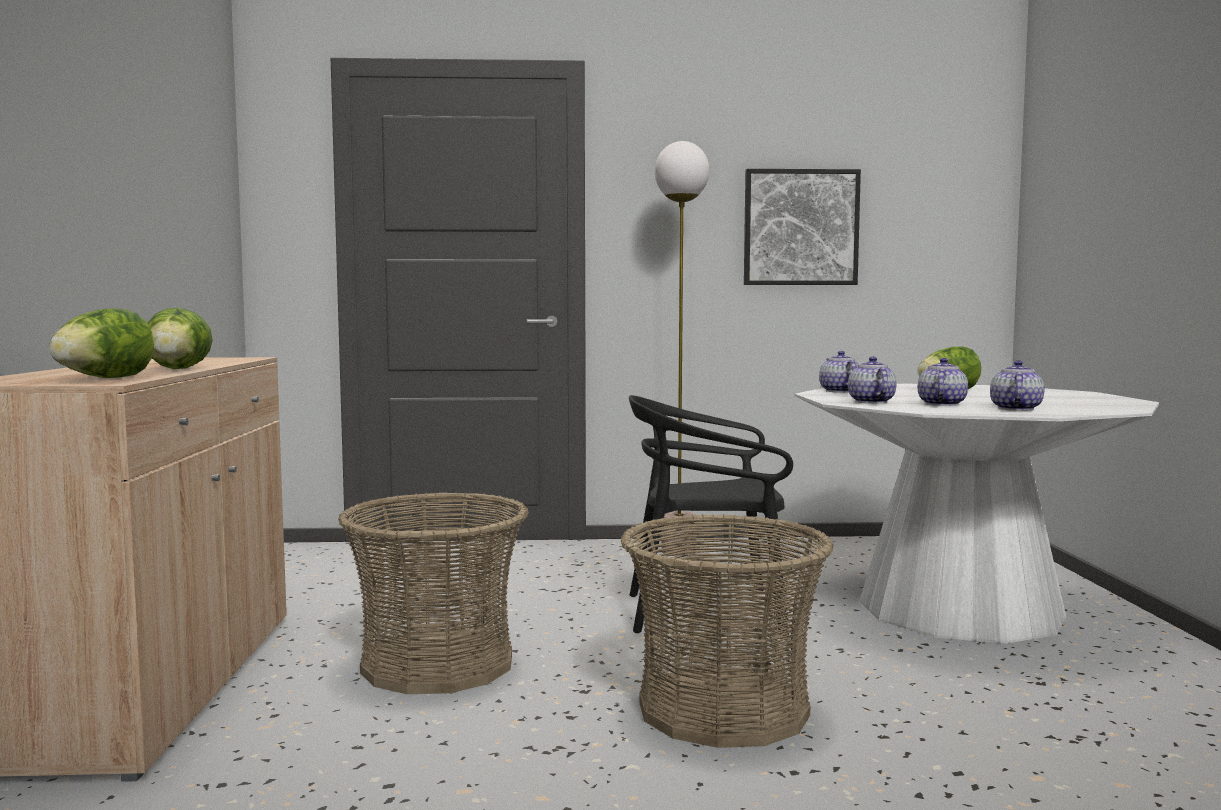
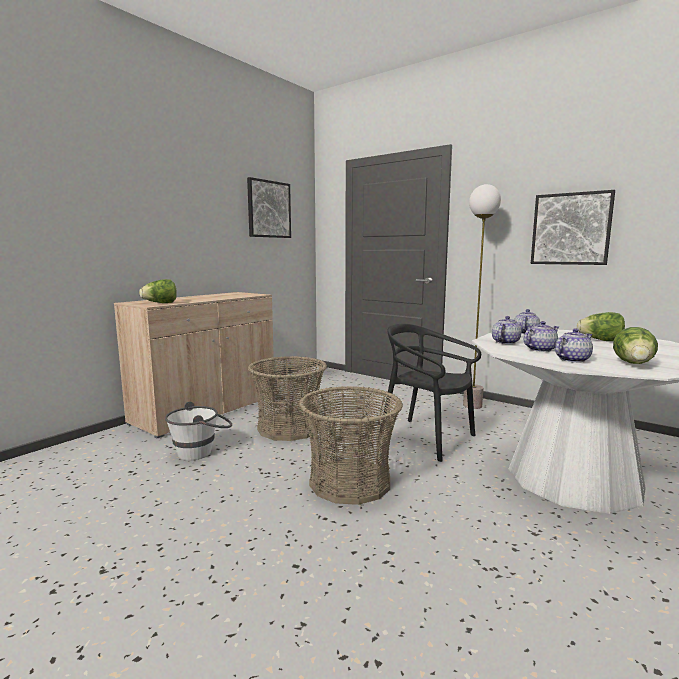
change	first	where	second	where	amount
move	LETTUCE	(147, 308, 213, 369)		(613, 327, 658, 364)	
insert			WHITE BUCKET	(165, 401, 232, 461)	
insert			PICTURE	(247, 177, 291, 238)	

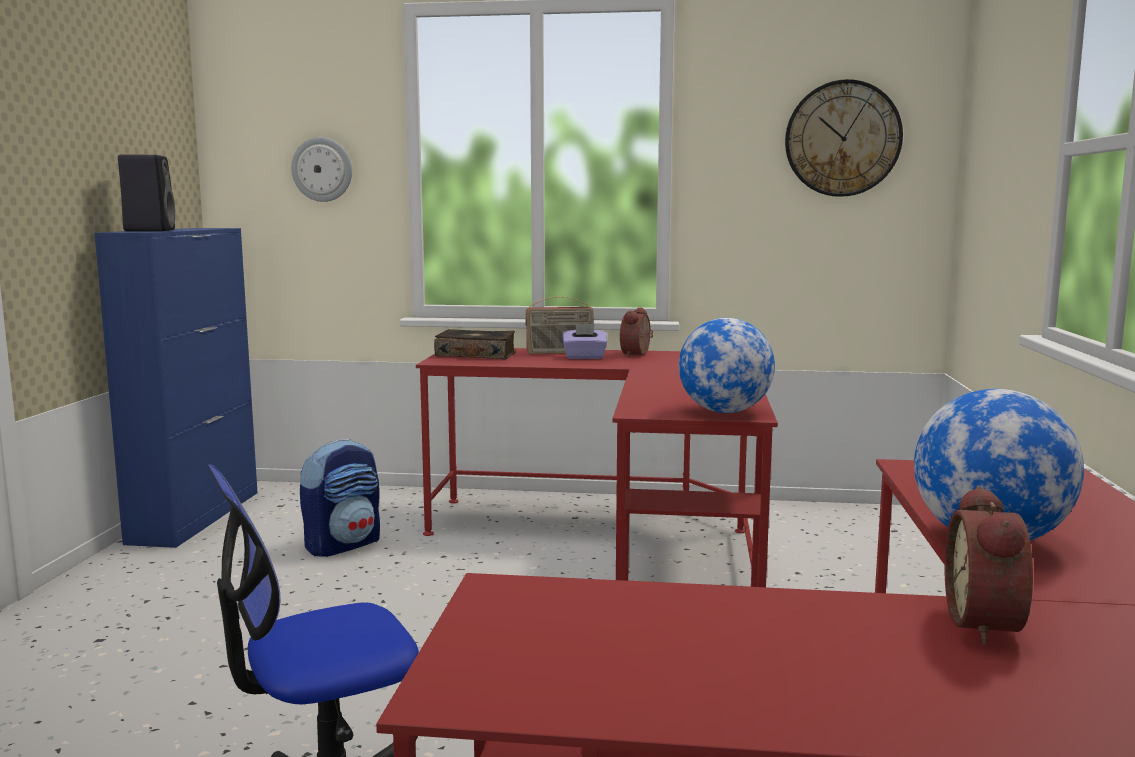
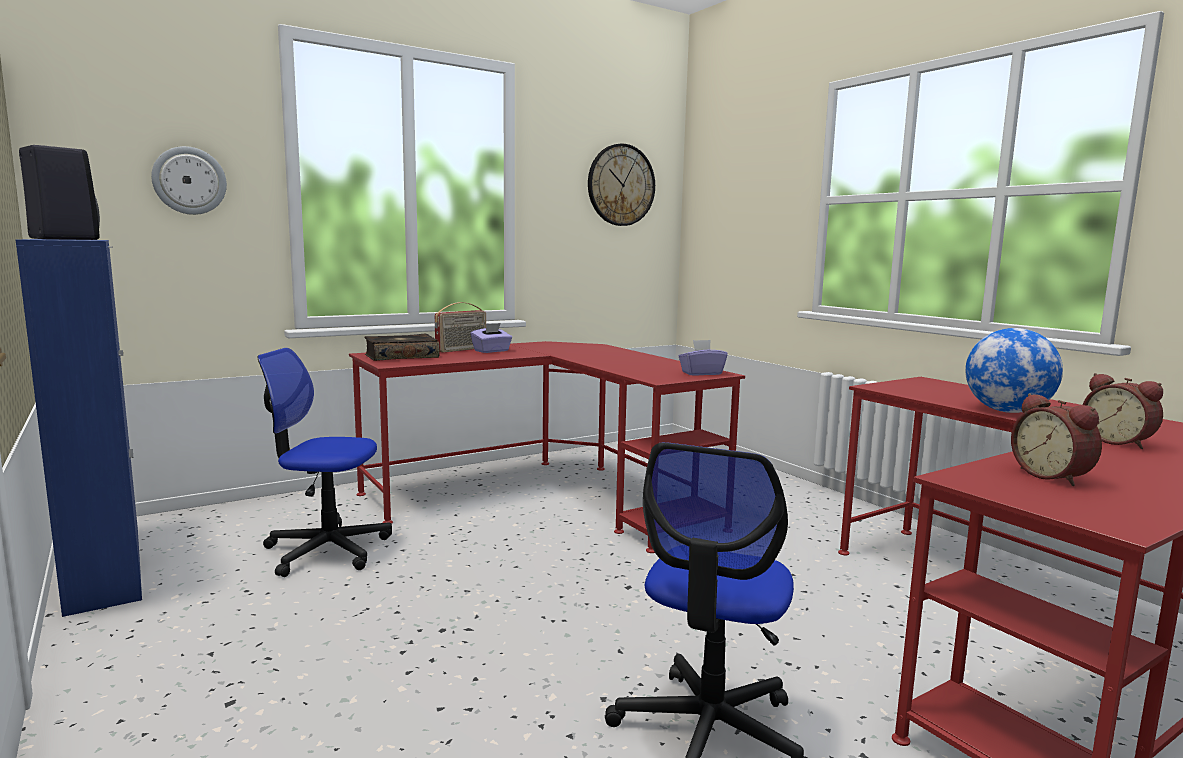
change	first	where	second	where	amount
replace	BACKPACK	(300, 439, 380, 557)	OFFICE CHAIR	(257, 348, 392, 577)	
move	ALARM CLOCK	(620, 307, 653, 357)		(1011, 393, 1102, 486)	
replace	GLOBE	(679, 318, 775, 413)	PURPLE TISSUE BOX	(679, 340, 728, 376)	

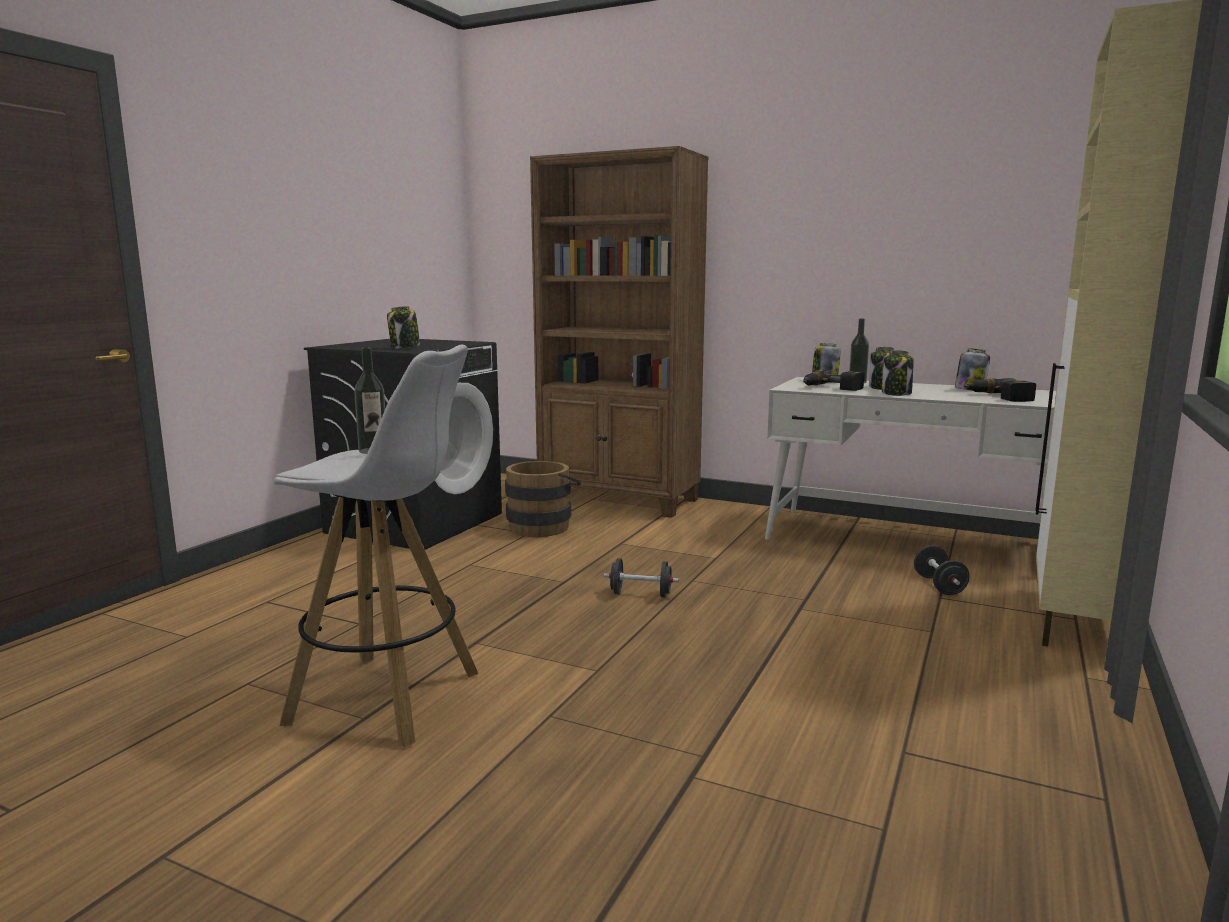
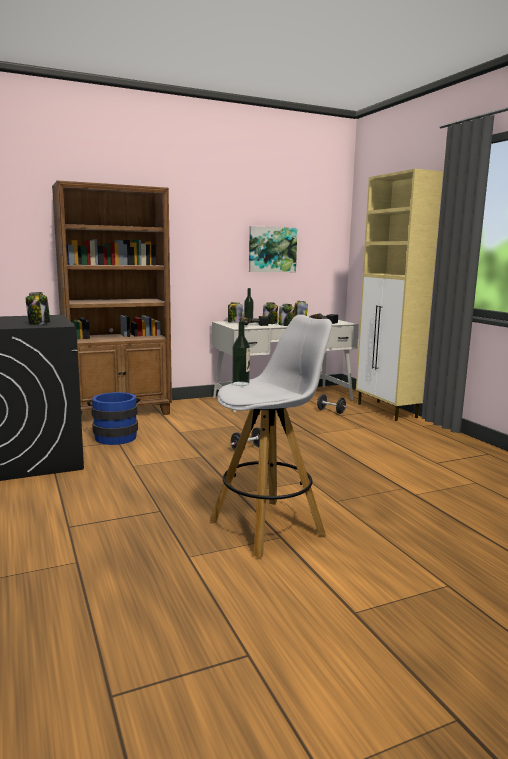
change	first	where	second	where	amount
recolor	BROWN BUCKET	(505, 461, 581, 537)	BLUE BUCKET	(87, 392, 141, 445)	
insert			PICTURE	(249, 226, 297, 272)	

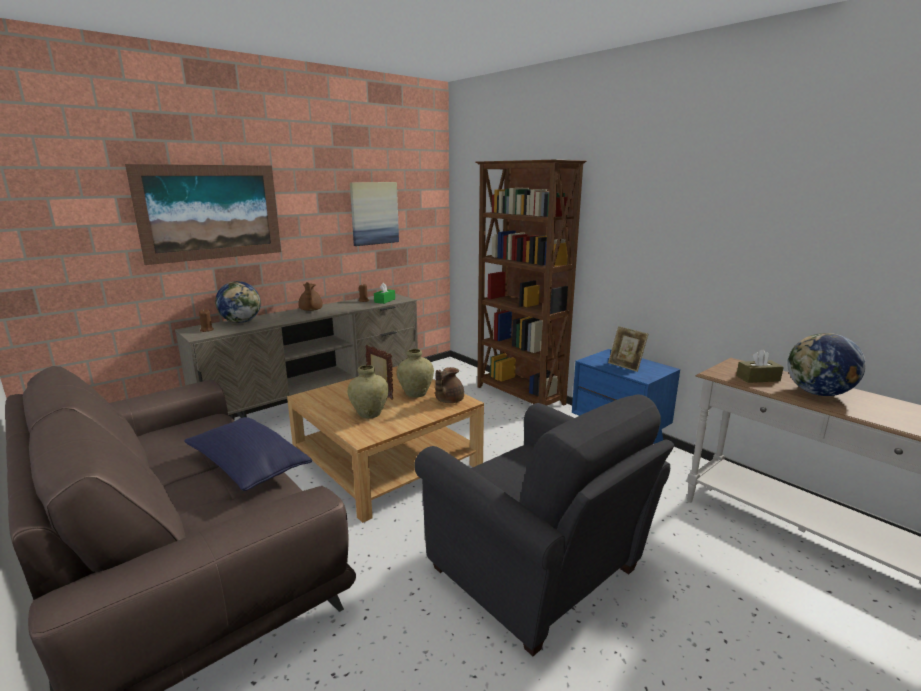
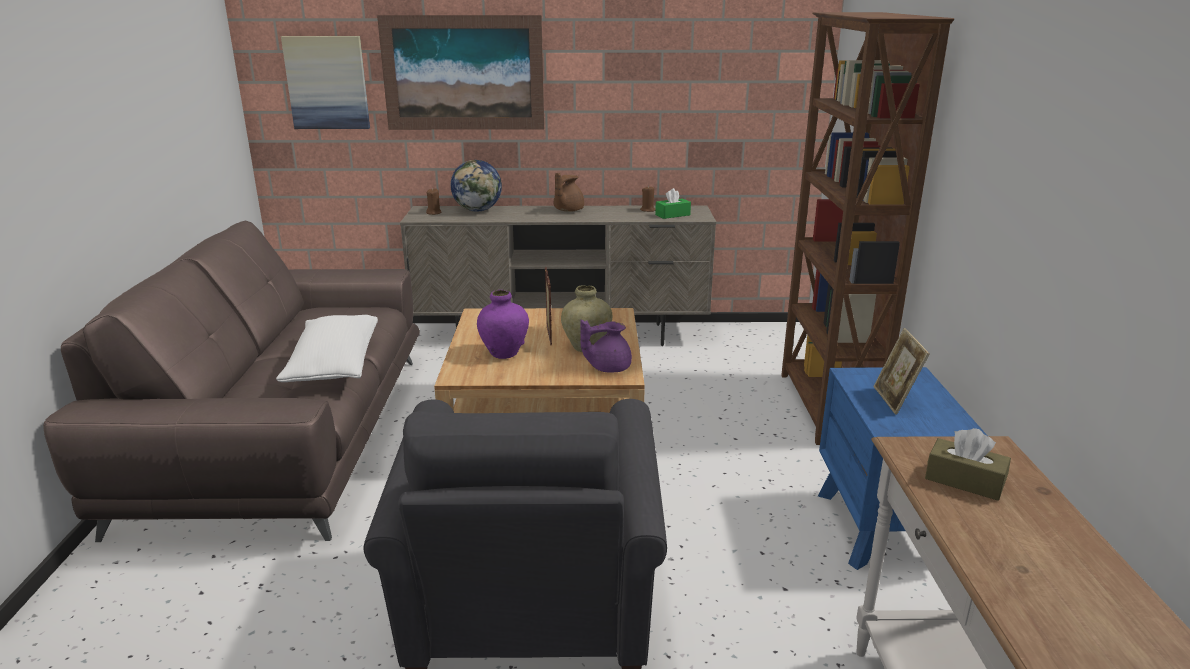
change	first	where	second	where	amount
recolor	BLUE PILLOW	(184, 417, 312, 491)	WHITE PILLOW	(276, 315, 378, 382)	
recolor	BEIGE VASE	(348, 365, 389, 418)	PURPLE VASE	(477, 290, 529, 359)	
move	PICTURE	(350, 182, 399, 246)		(281, 36, 370, 129)	
recolor	BROWN TEAPOT	(435, 367, 464, 403)	PURPLE TEAPOT	(580, 320, 632, 373)	
delete	GLOBE	(787, 333, 866, 396)			

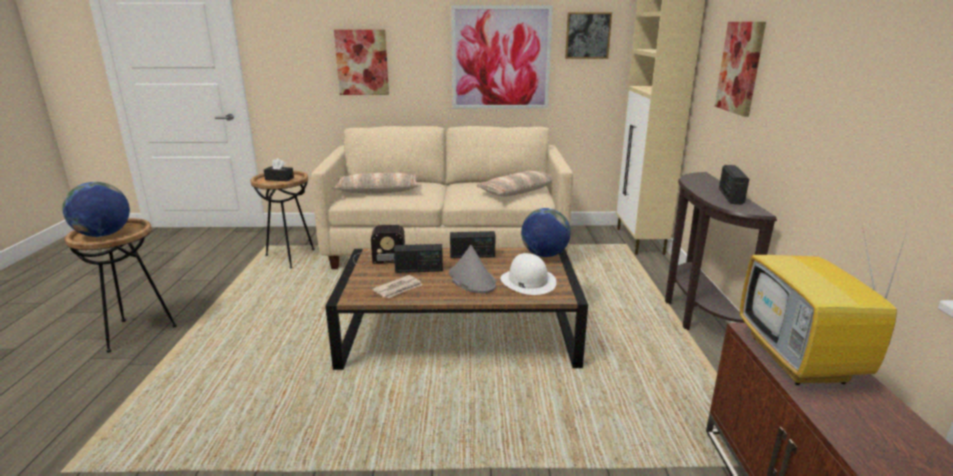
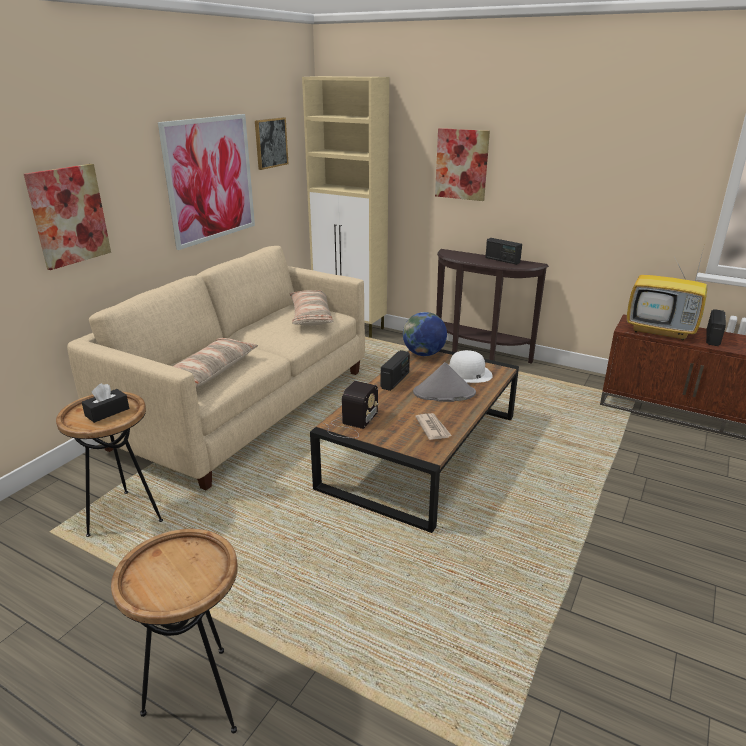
change	first	where	second	where	amount
delete	GLOBE	(62, 182, 130, 237)			
move	RADIO	(394, 244, 443, 273)		(706, 309, 726, 346)	

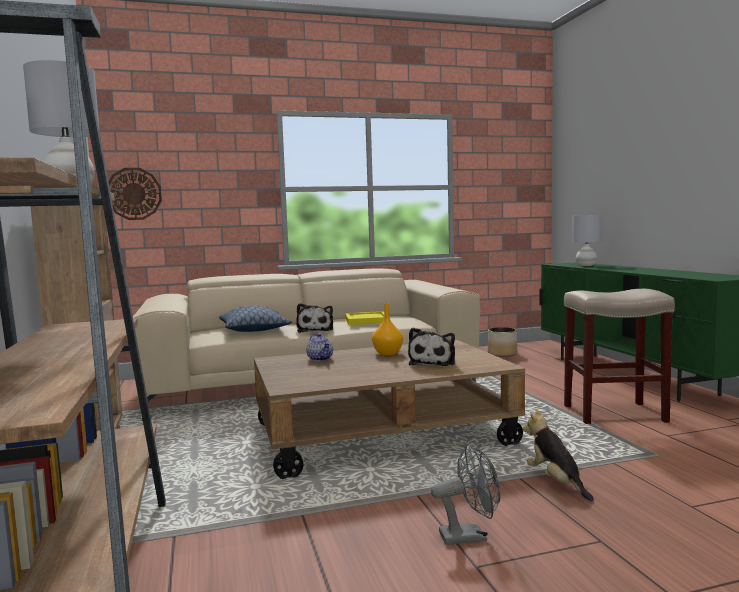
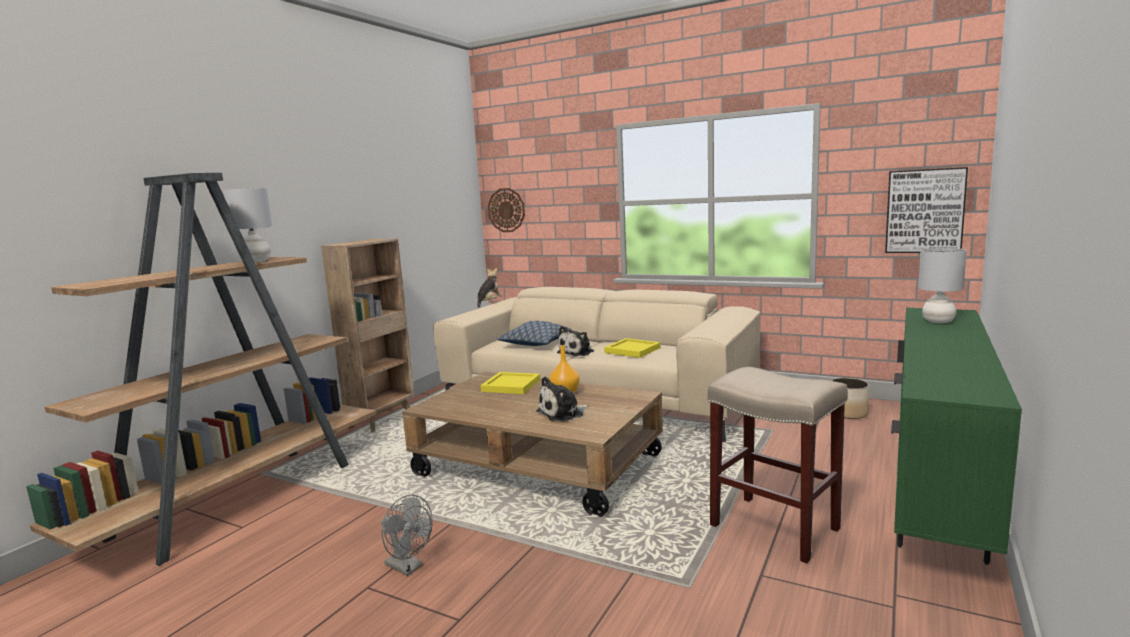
change	first	where	second	where	amount
replace	TEAPOT	(306, 333, 333, 361)	YELLOW TRAY	(480, 372, 540, 394)	
move	PLUSH TOY	(522, 409, 594, 501)		(477, 268, 503, 308)	
insert			PICTURE	(885, 167, 968, 253)	

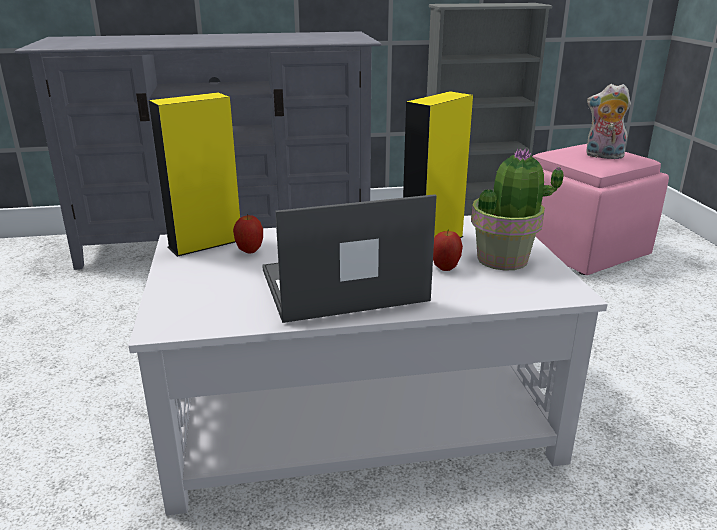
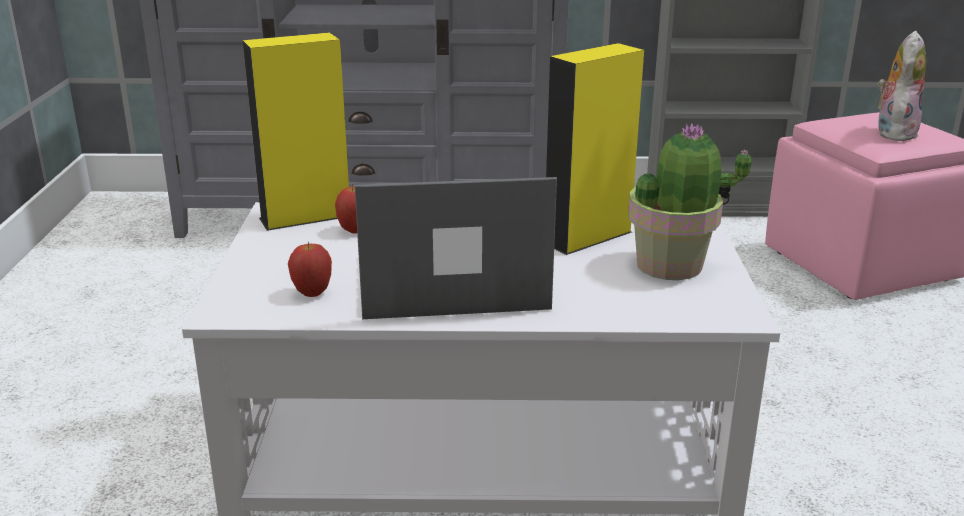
change	first	where	second	where	amount
move	APPLE	(433, 231, 463, 271)		(288, 241, 332, 297)	
rotate	PLUSH TOY	(586, 84, 631, 159)		(878, 31, 926, 141)	90 degrees clockwise

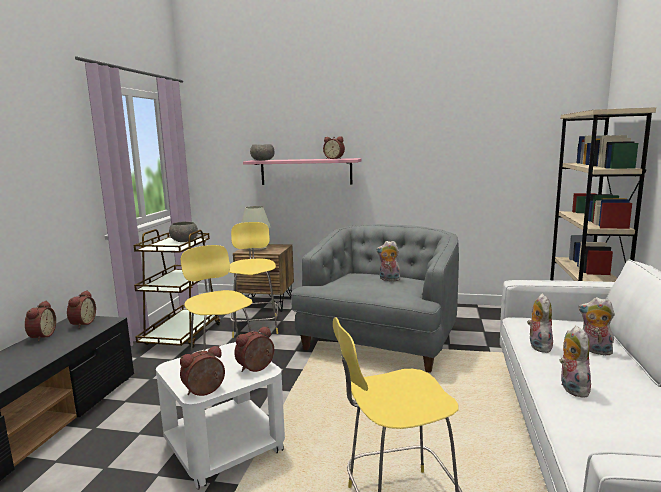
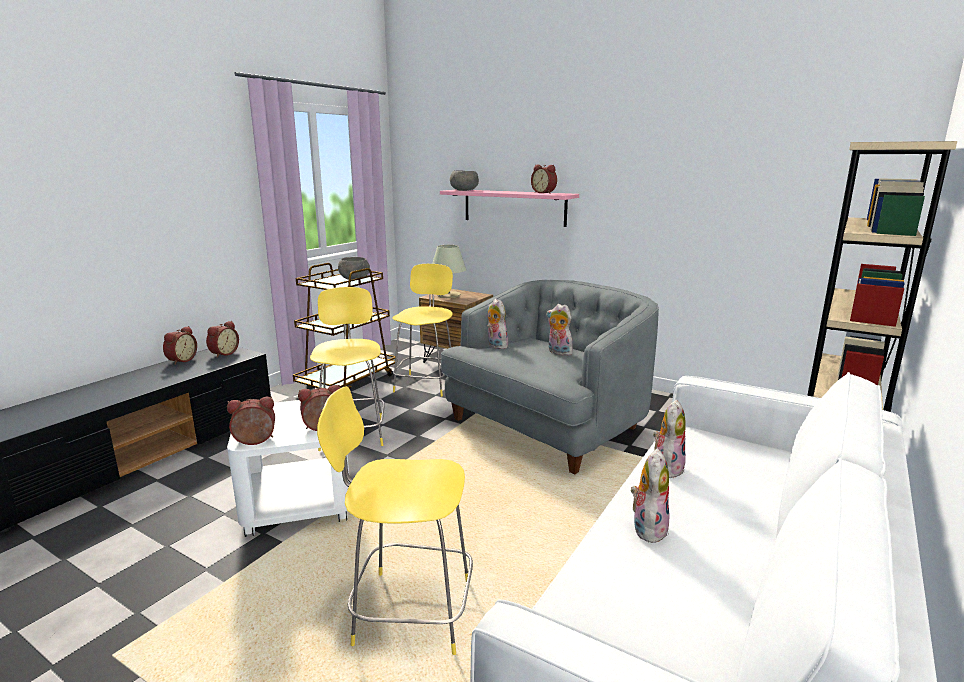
change	first	where	second	where	amount
move	PLUSH TOY	(578, 297, 615, 355)		(487, 299, 508, 349)	

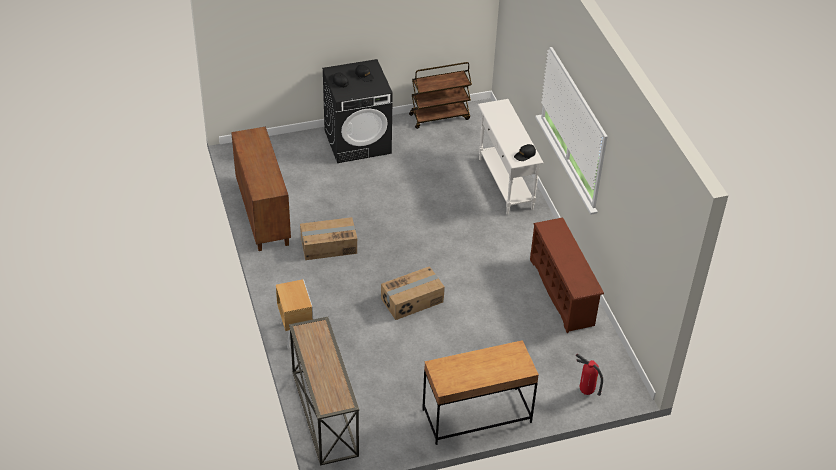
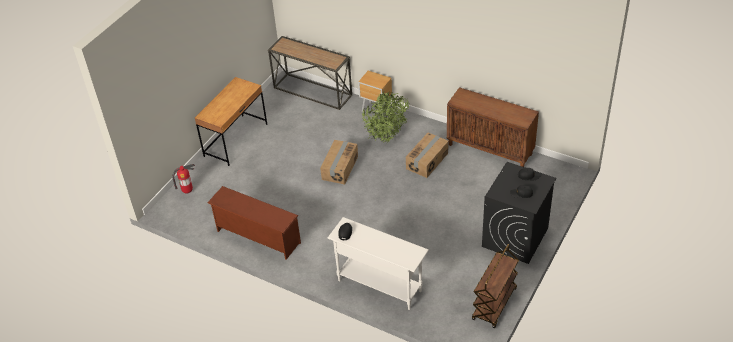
change	first	where	second	where	amount
insert			POTTED PLANT	(362, 92, 409, 143)	

